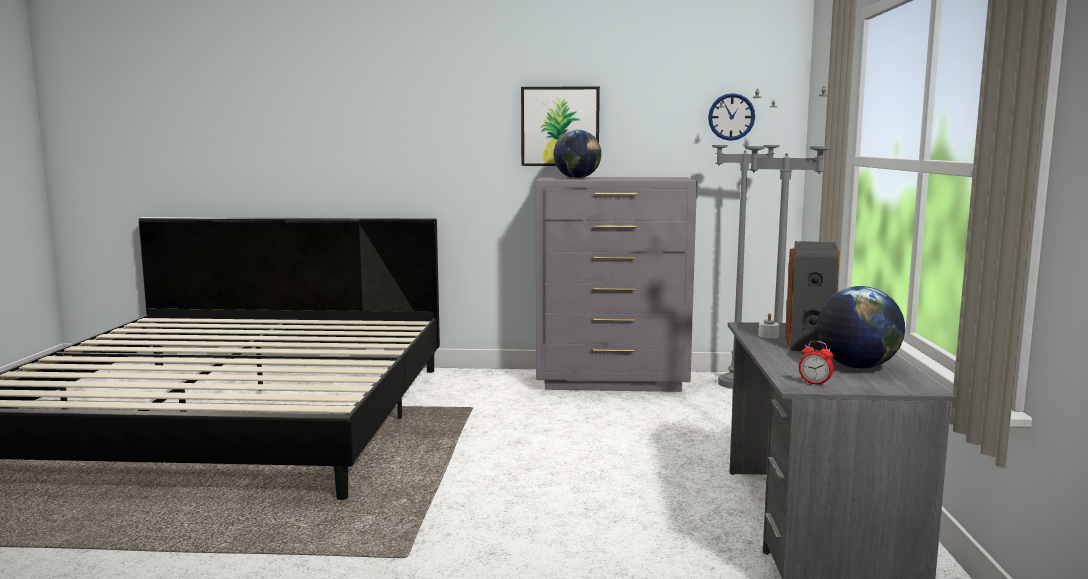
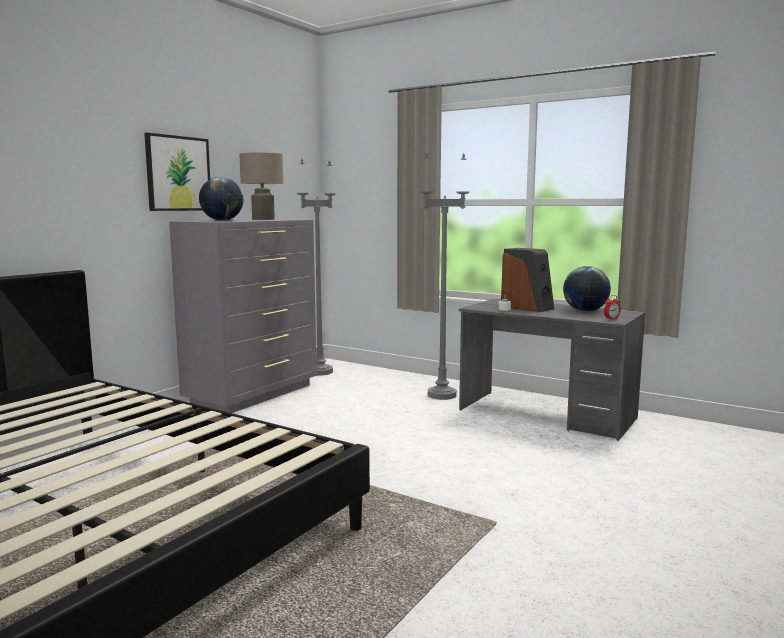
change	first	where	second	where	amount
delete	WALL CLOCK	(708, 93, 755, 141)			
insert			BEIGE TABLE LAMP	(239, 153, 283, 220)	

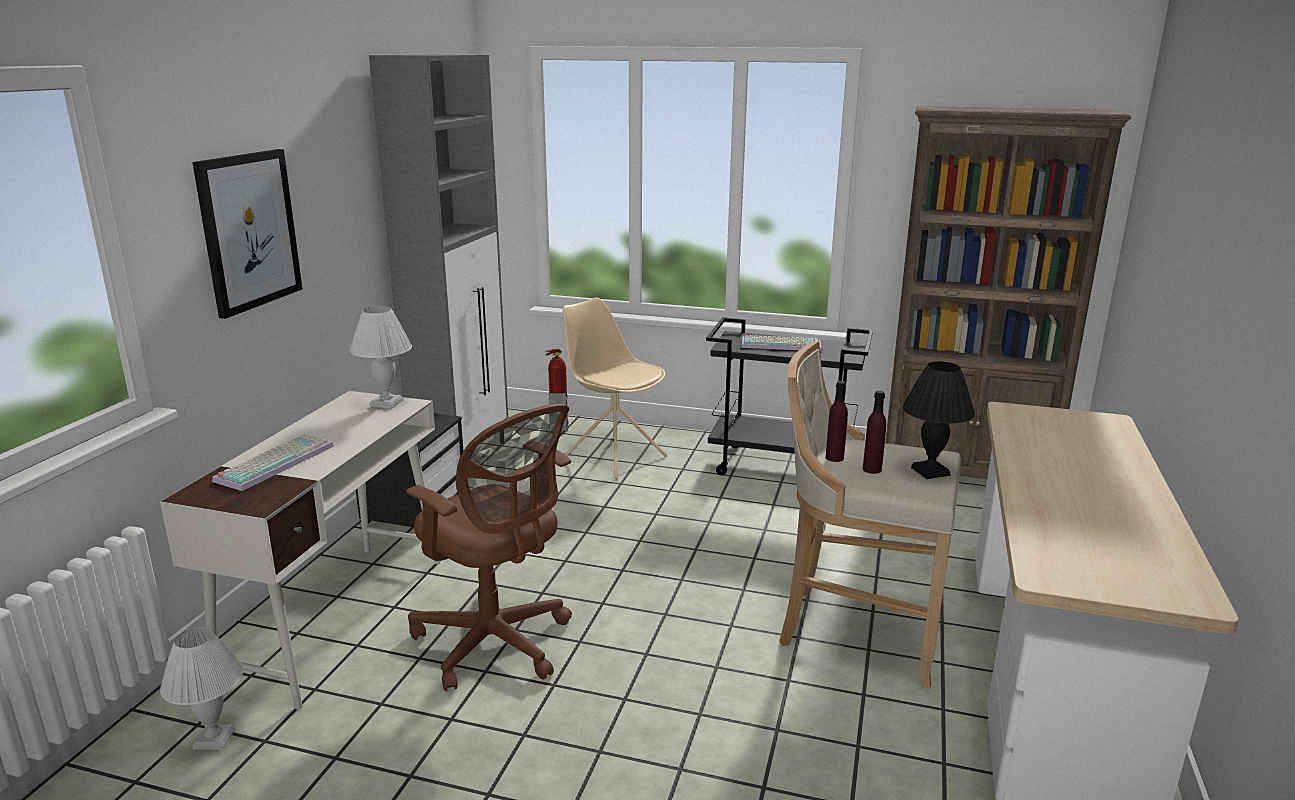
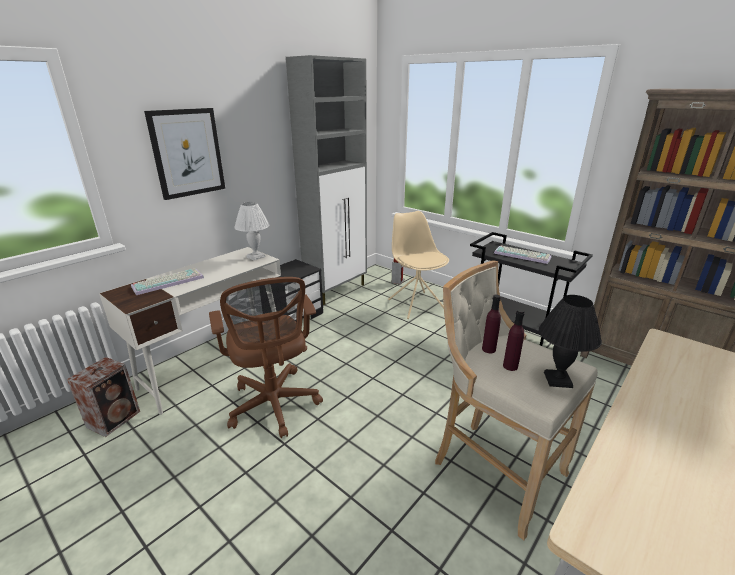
change	first	where	second	where	amount
replace	WHITE TABLE LAMP	(160, 627, 243, 750)	SPEAKER	(67, 357, 140, 437)	

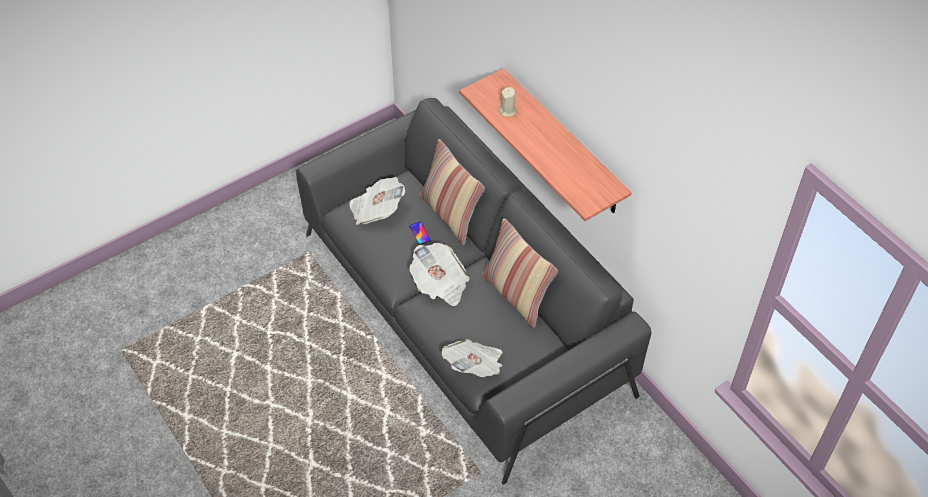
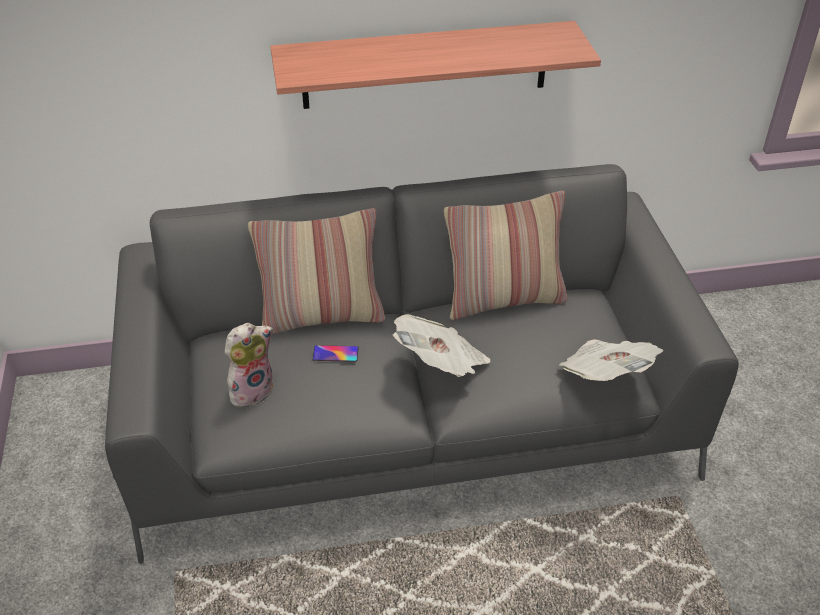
change	first	where	second	where	amount
replace	NEWSPAPER	(349, 177, 405, 225)	PLUSH TOY	(225, 323, 274, 407)	
delete	BEIGE CANDLE	(498, 87, 517, 117)			

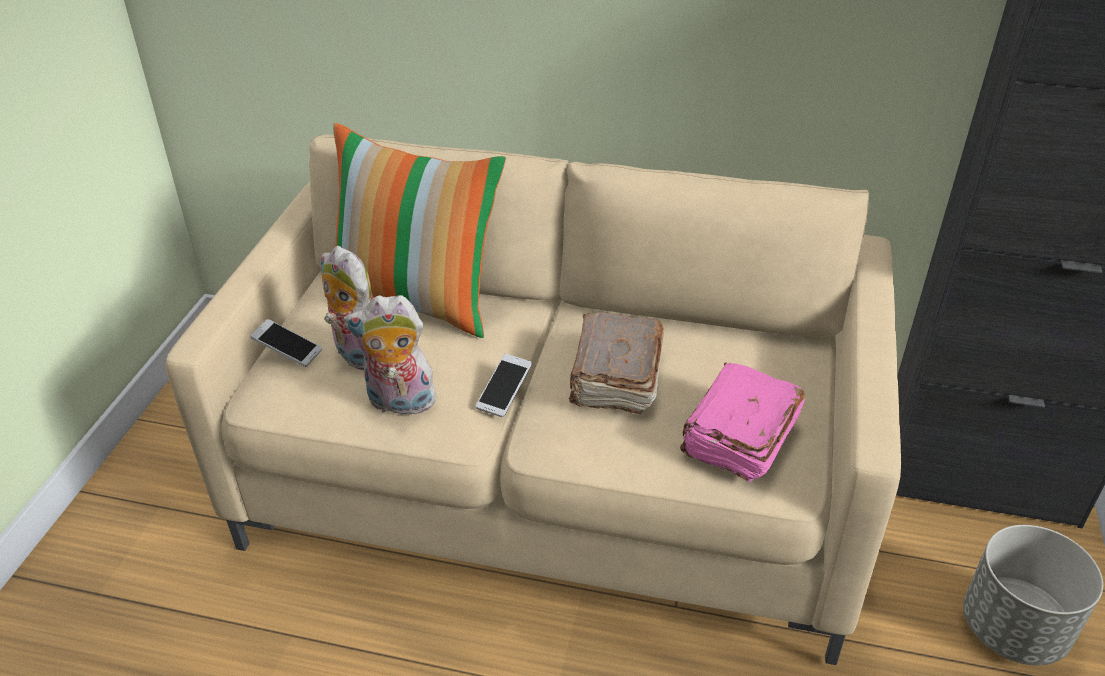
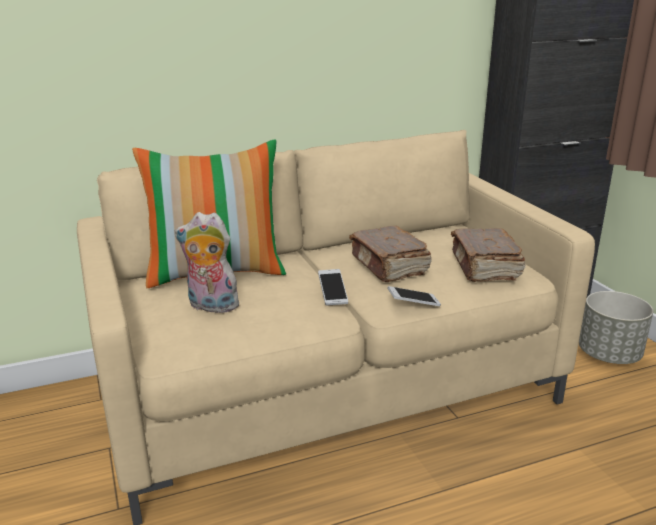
change	first	where	second	where	amount
move	PHONE	(250, 319, 322, 367)		(387, 286, 441, 306)	
delete	PLUSH TOY	(343, 295, 442, 415)			
recolor	PINK BOOK	(680, 362, 805, 482)	BROWN BOOK	(451, 228, 526, 282)	

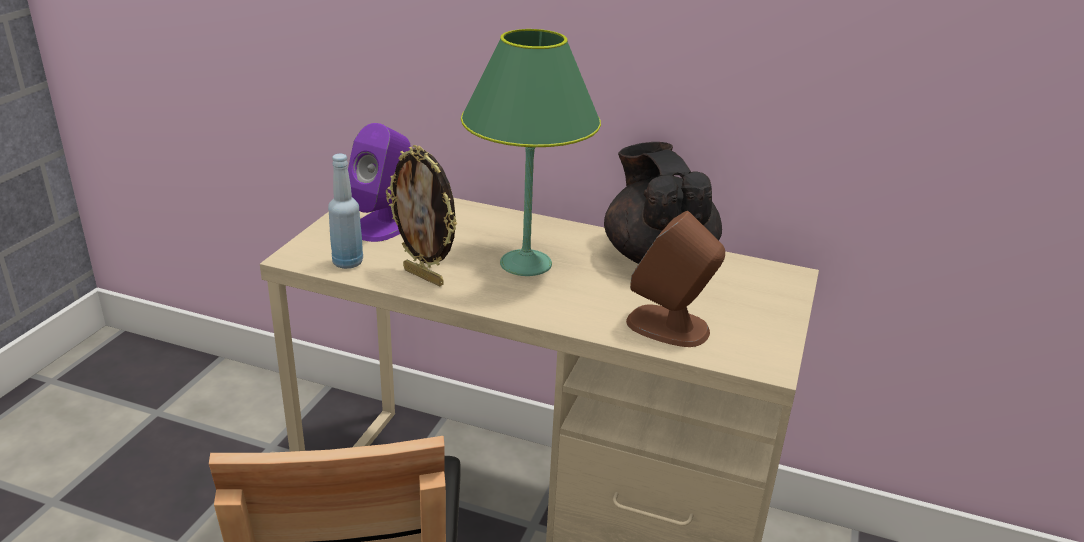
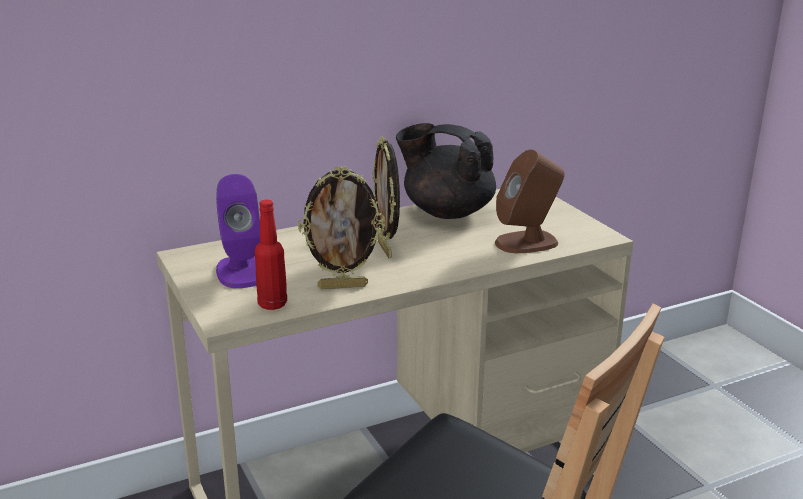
change	first	where	second	where	amount
recolor	BLUE BOTTLE	(328, 154, 363, 269)	RED BOTTLE	(255, 200, 287, 310)	
replace	GREEN TABLE LAMP	(461, 29, 601, 276)	PICTURE FRAME	(372, 136, 400, 258)	

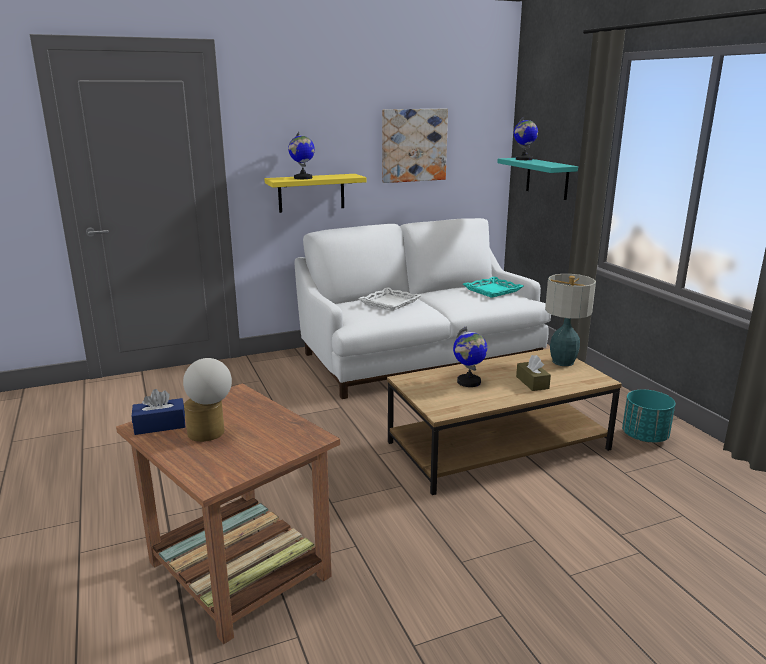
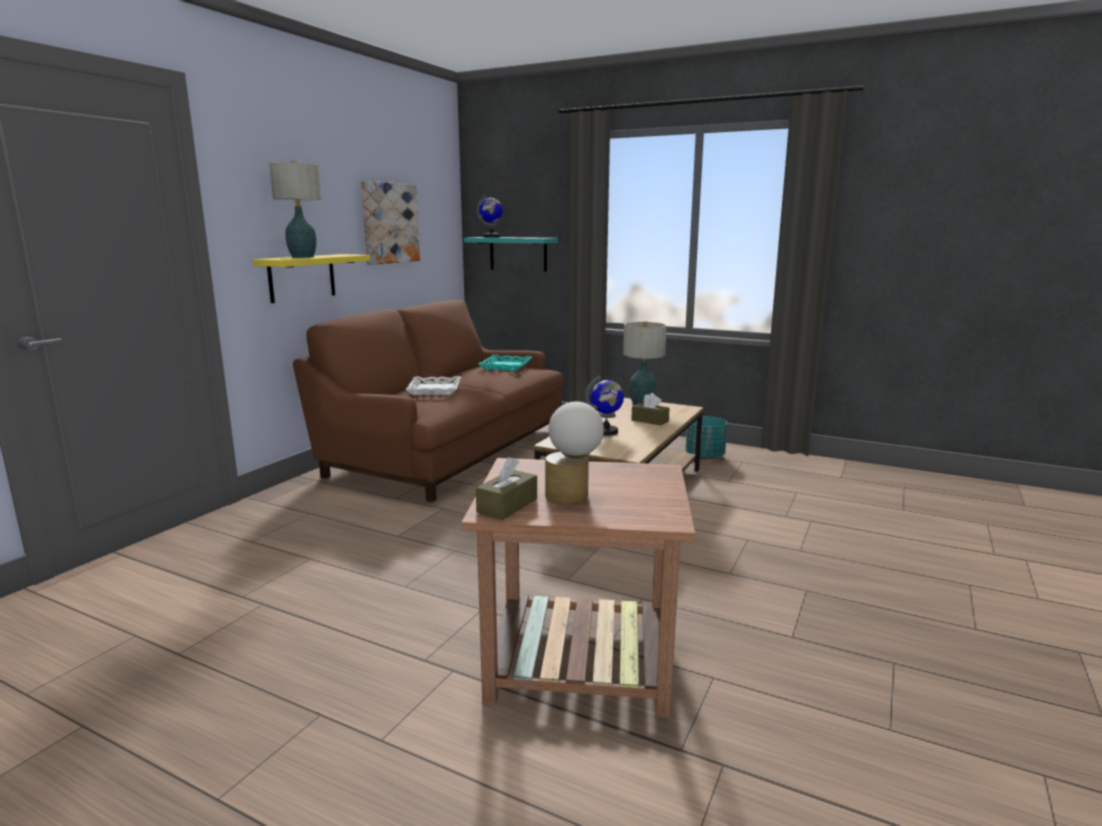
change	first	where	second	where	amount
recolor	BLUE TISSUE BOX	(132, 389, 185, 435)	BROWN TISSUE BOX	(476, 457, 537, 520)	
replace	GLOBE	(288, 132, 315, 179)	TABLE LAMP	(269, 161, 321, 258)	
recolor	WHITE SOFA	(295, 218, 551, 399)	BROWN SOFA	(293, 300, 564, 502)	

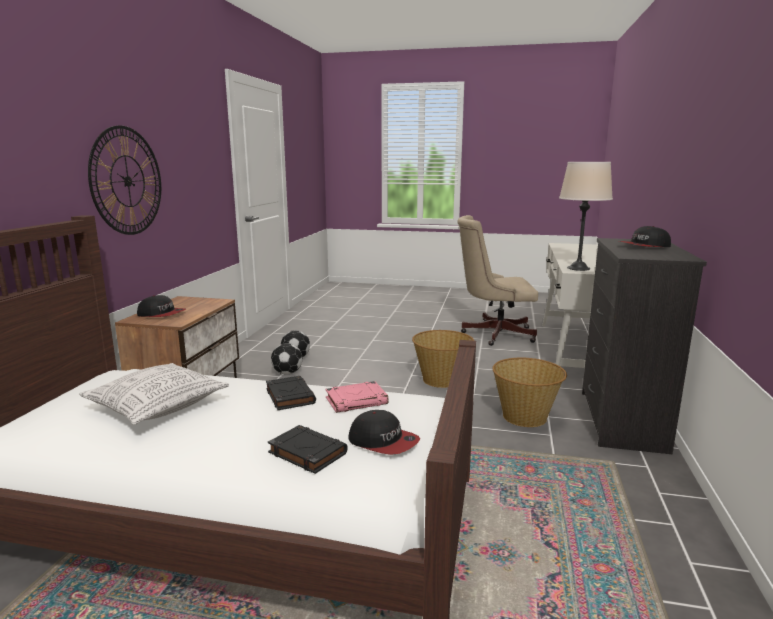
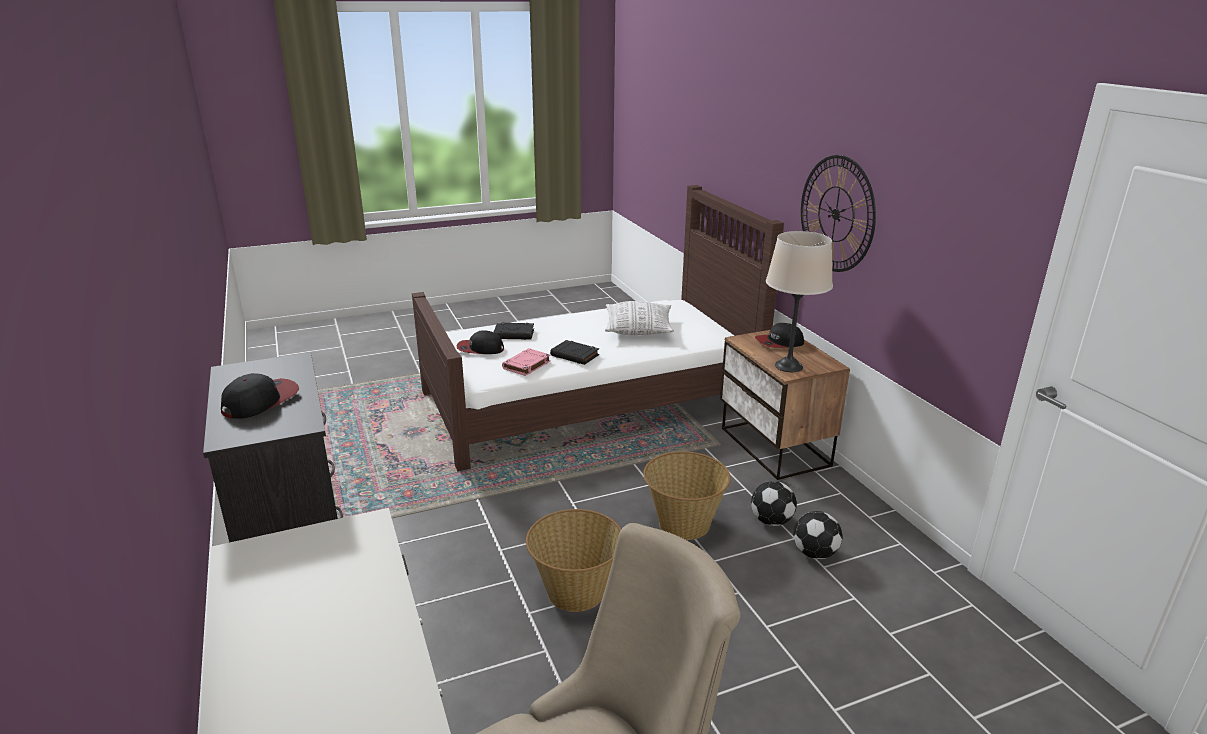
change	first	where	second	where	amount
move	BASKET	(492, 358, 567, 427)		(643, 451, 731, 540)	
move	BEIGE TABLE LAMP	(559, 162, 613, 271)		(766, 231, 833, 372)	

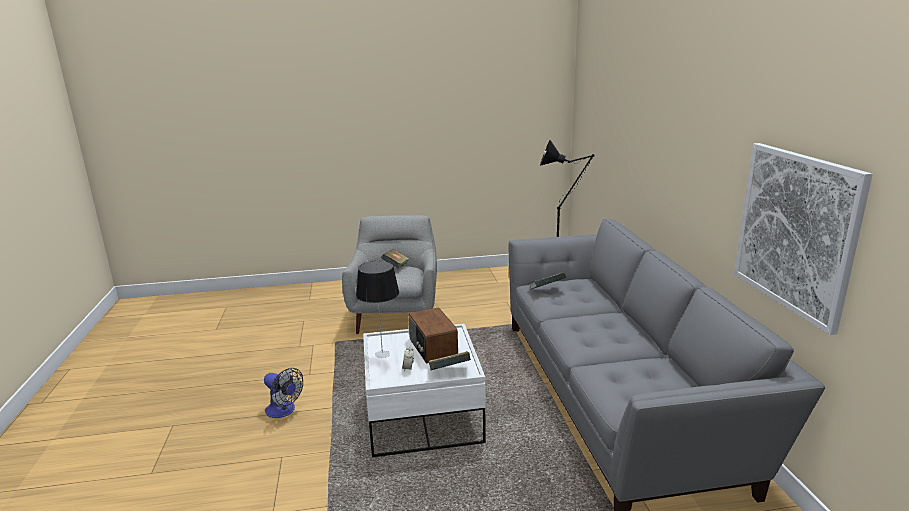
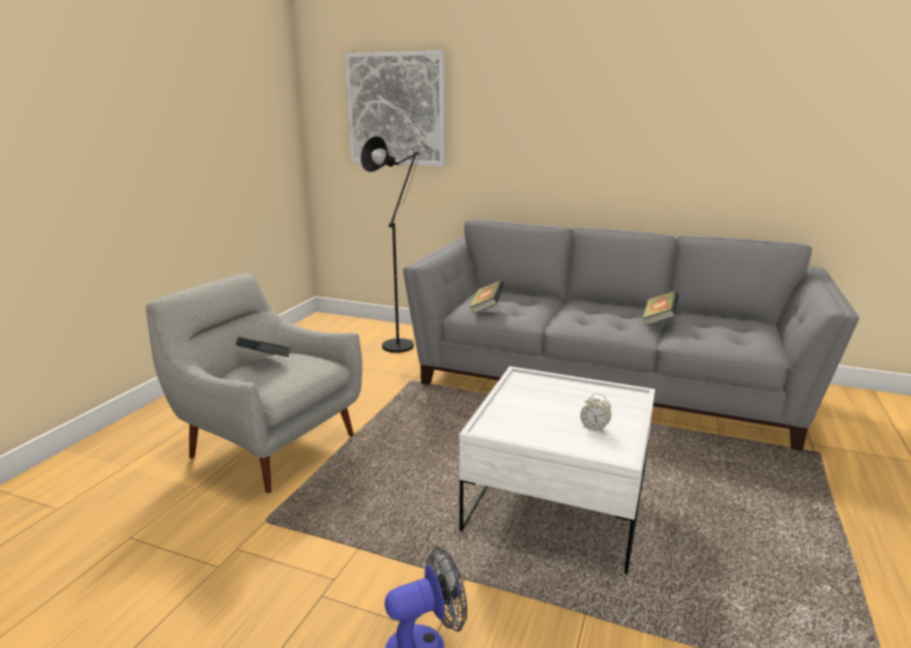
change	first	where	second	where	amount
delete	TABLE LAMP	(356, 261, 399, 358)			
delete	RADIO	(408, 308, 458, 363)			
move	BOOK	(429, 352, 471, 370)		(643, 291, 679, 325)	
move	PICTURE	(734, 143, 873, 335)		(345, 50, 445, 166)	

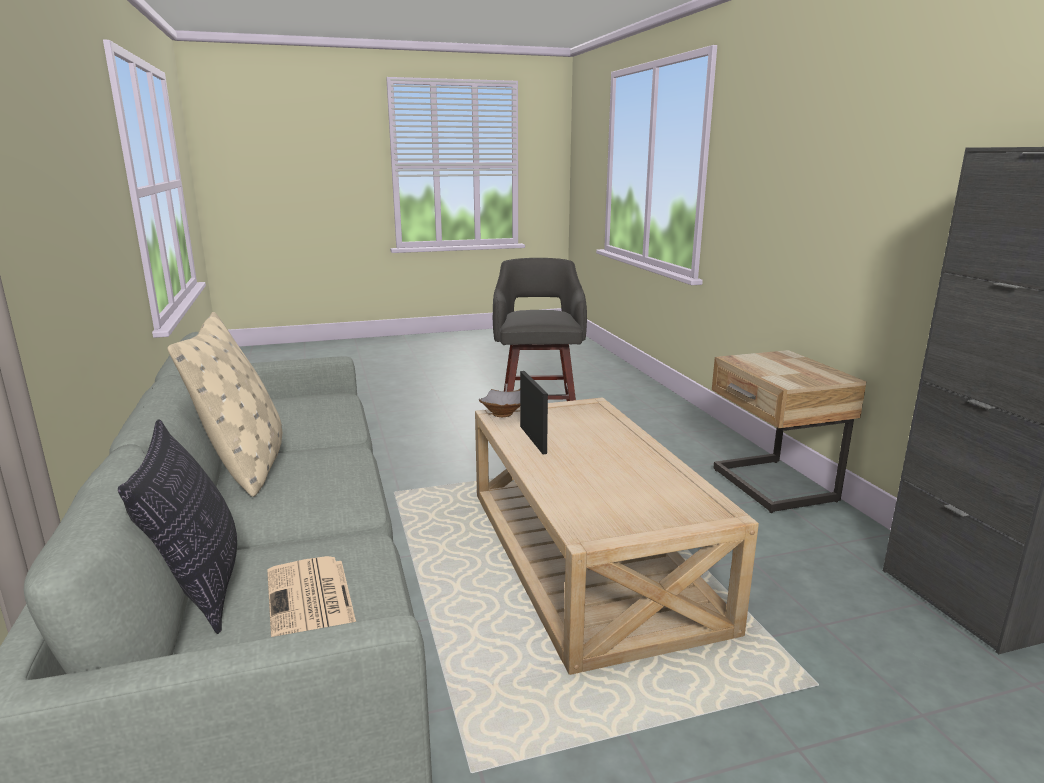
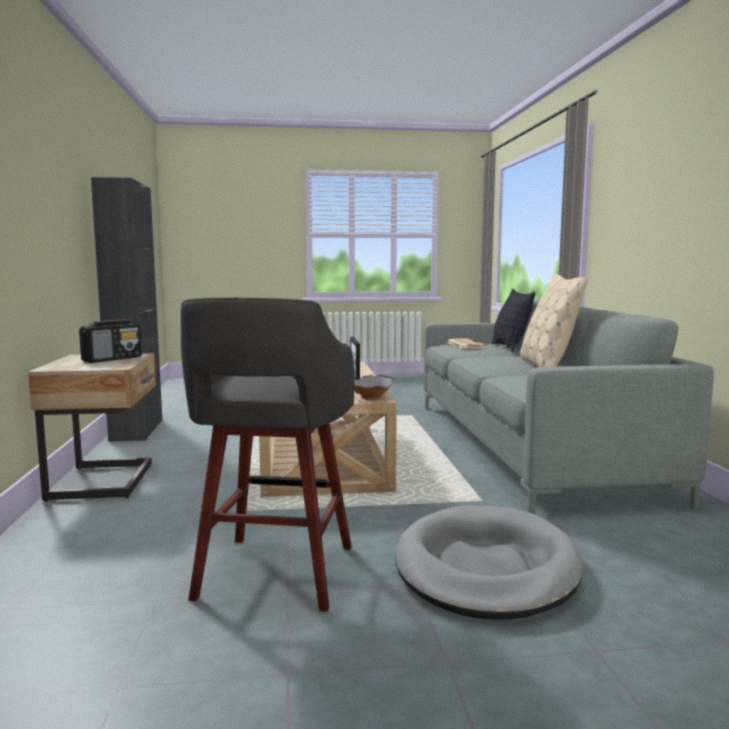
change	first	where	second	where	amount
insert			RADIO	(79, 319, 142, 363)	
insert			GREY DOG BED	(395, 505, 583, 620)	

